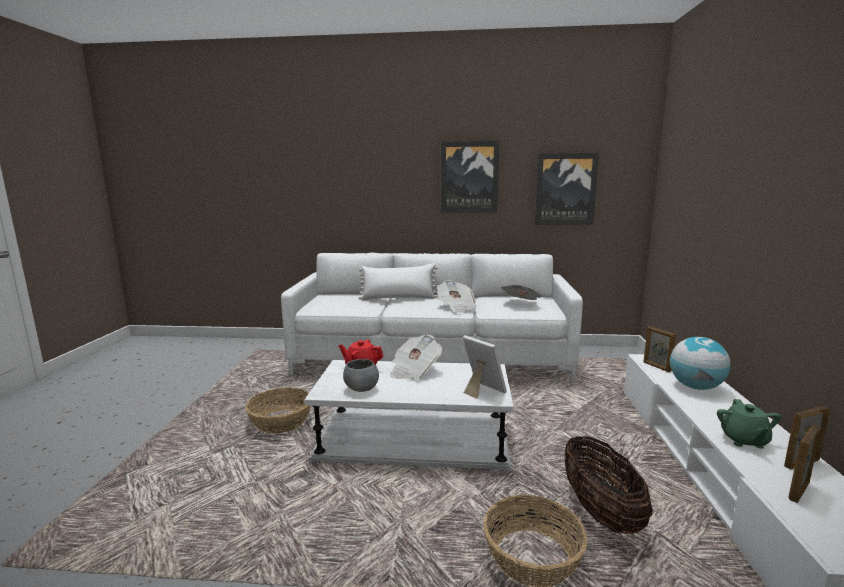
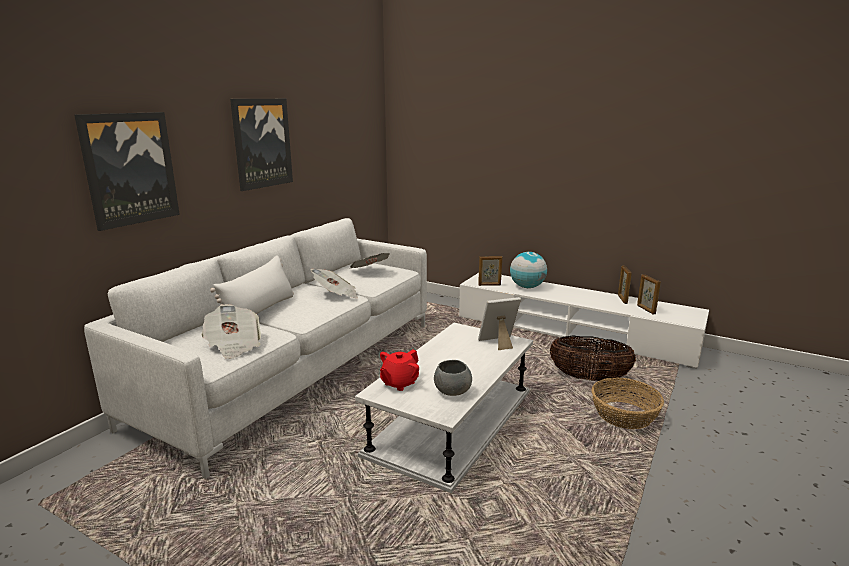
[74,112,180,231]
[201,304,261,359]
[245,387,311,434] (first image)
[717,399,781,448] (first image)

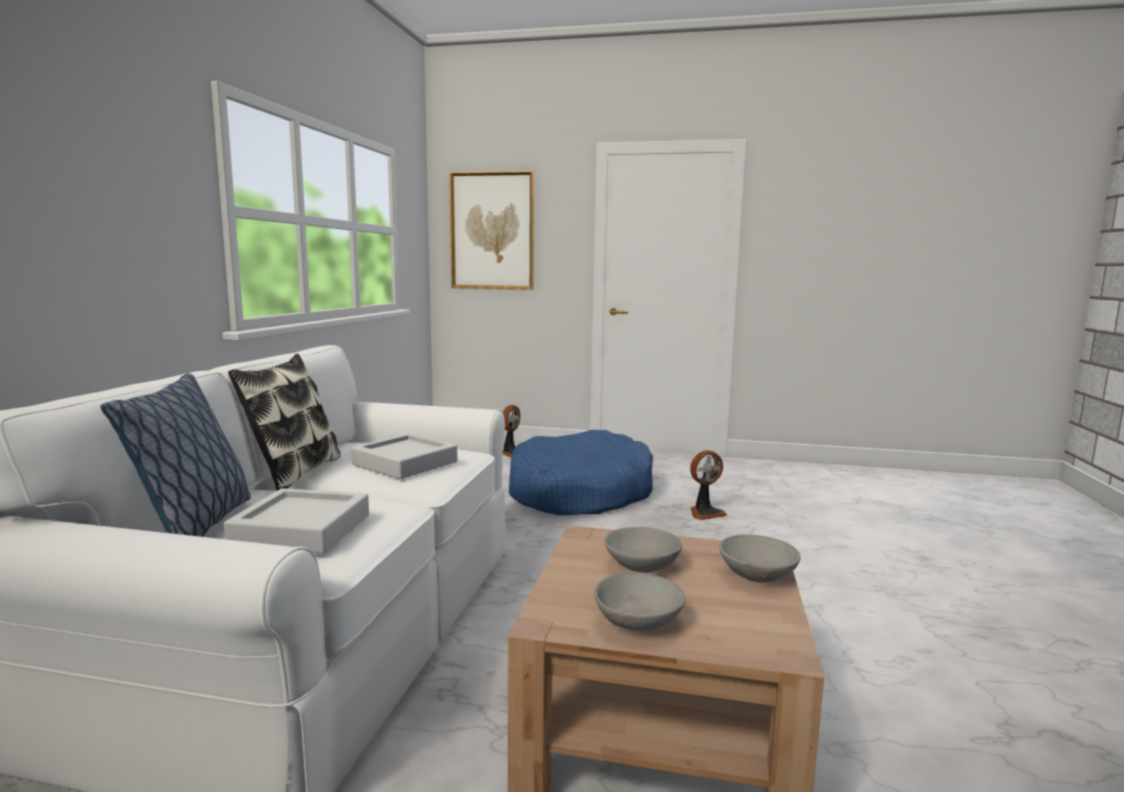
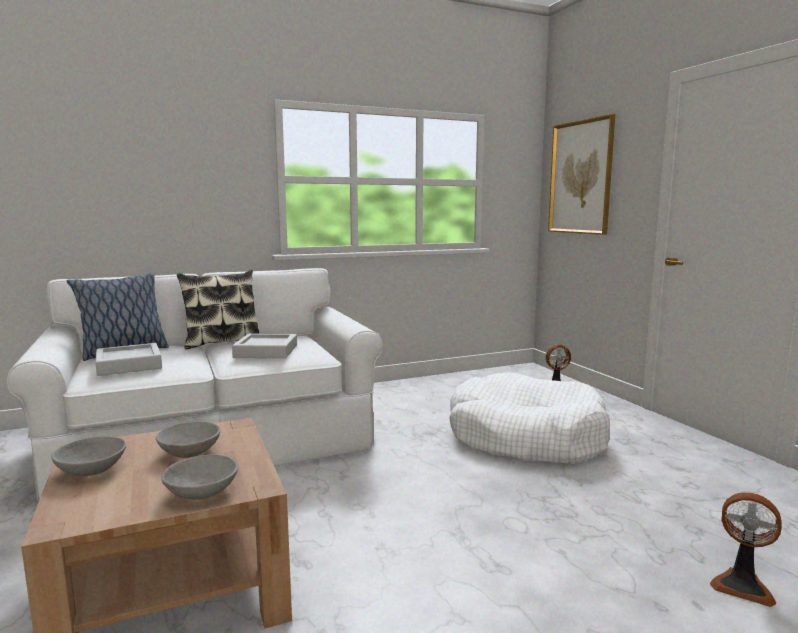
[449,372,610,464]
[710,492,781,607]

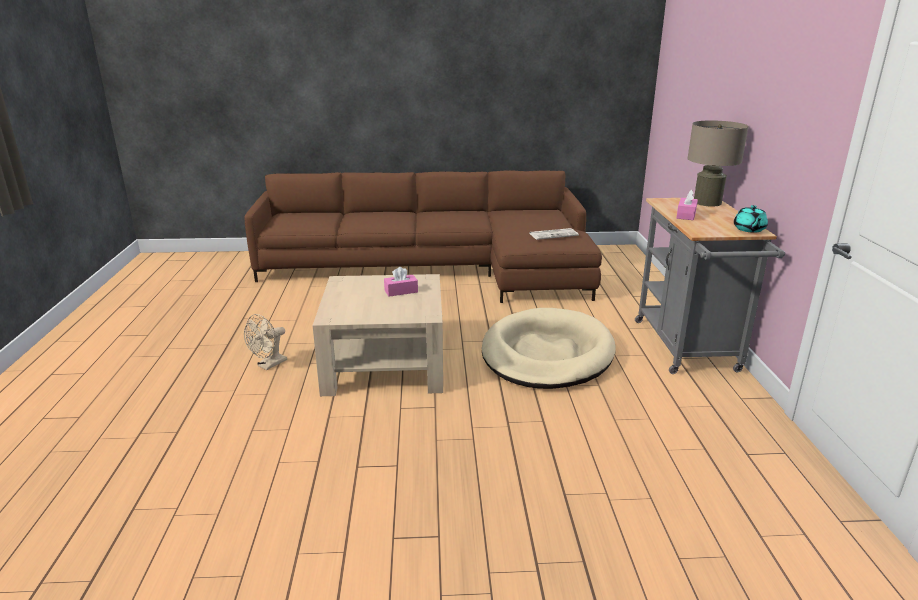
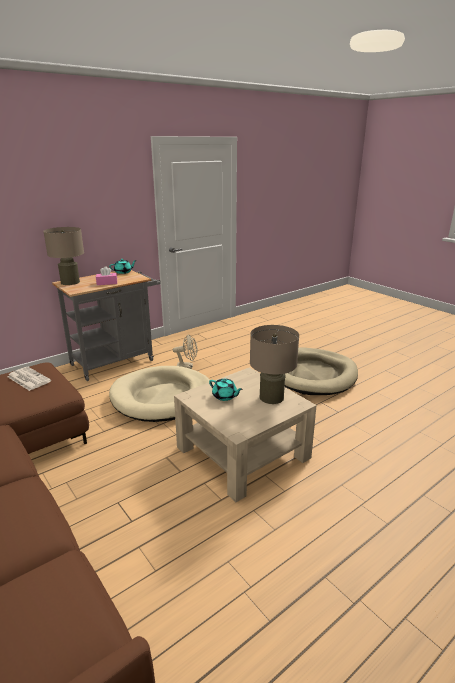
[172,334,197,369]
[209,379,243,401]
[250,325,299,404]
[285,348,358,395]

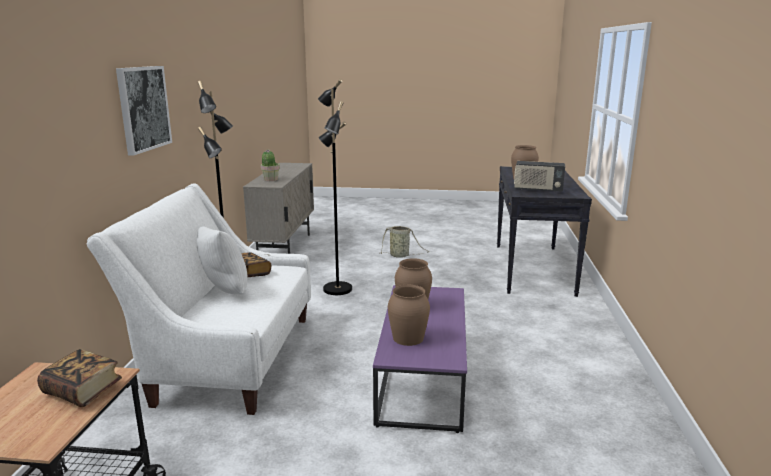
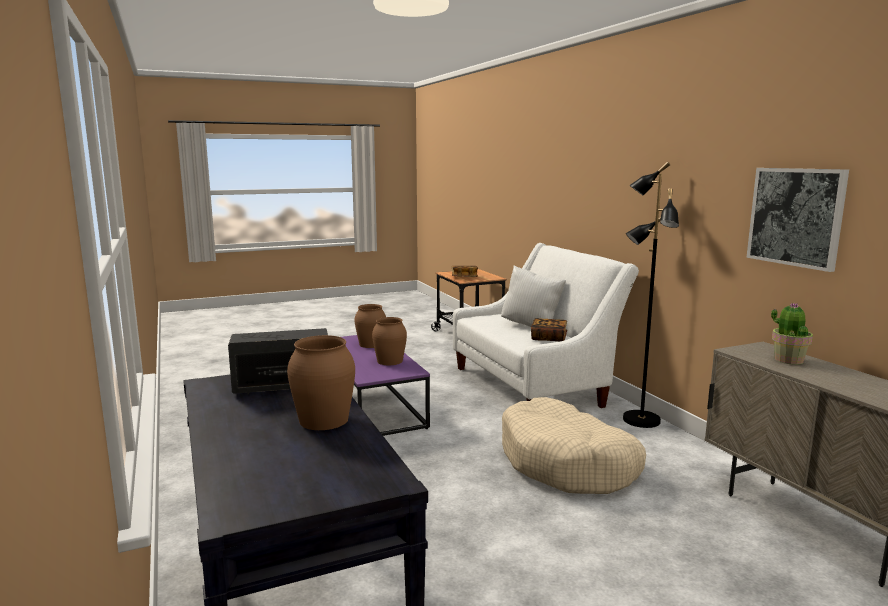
[502,397,646,494]
[746,168,849,272]
[380,226,429,258] (first image)

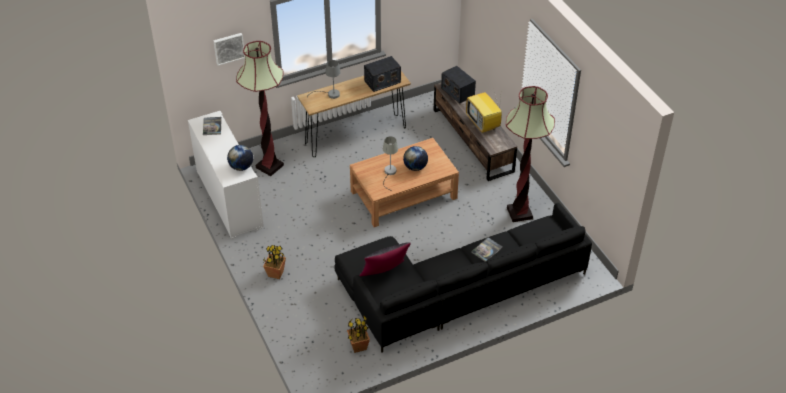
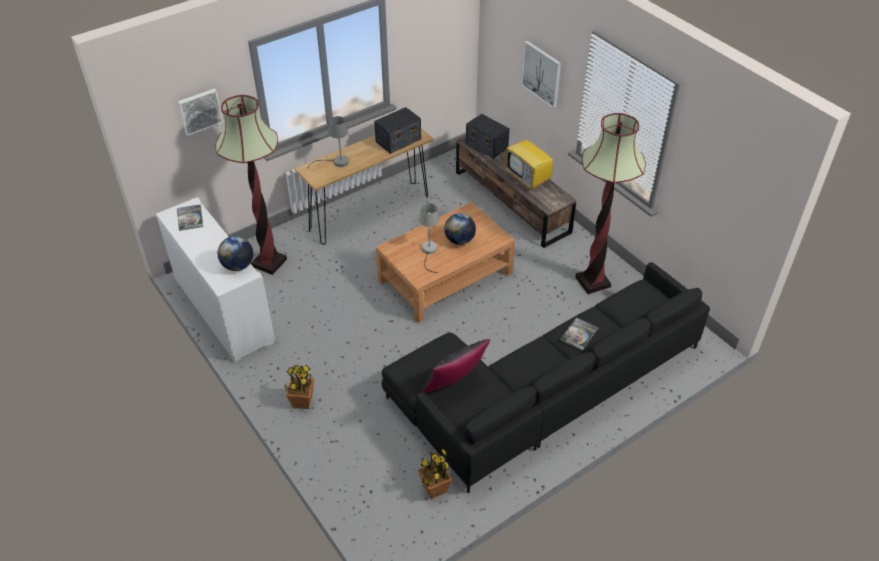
[521,41,561,109]

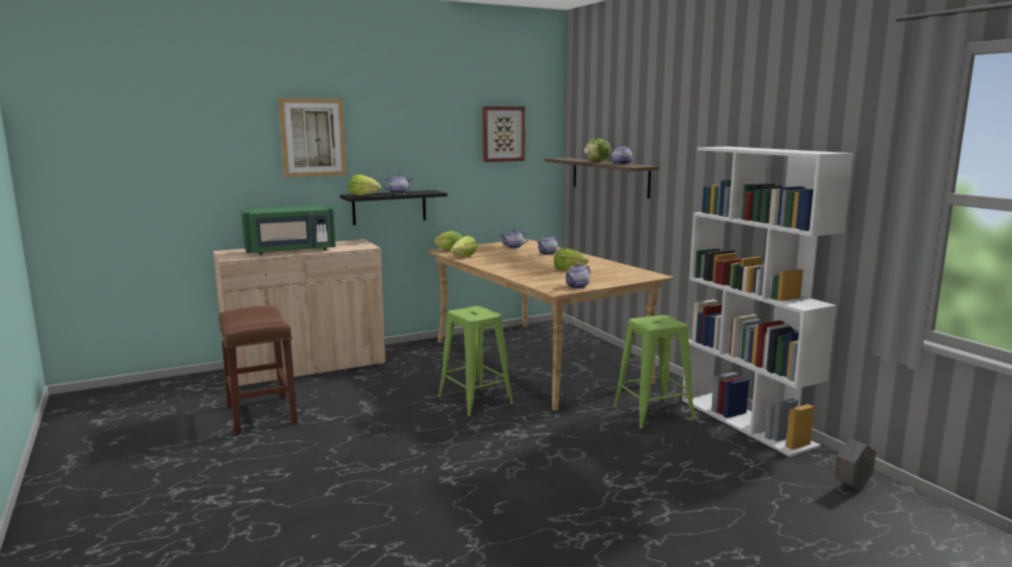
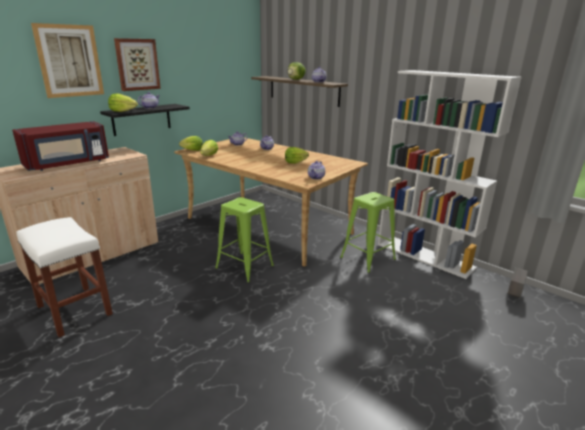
[12,121,109,171]
[16,217,113,337]
[114,38,161,91]

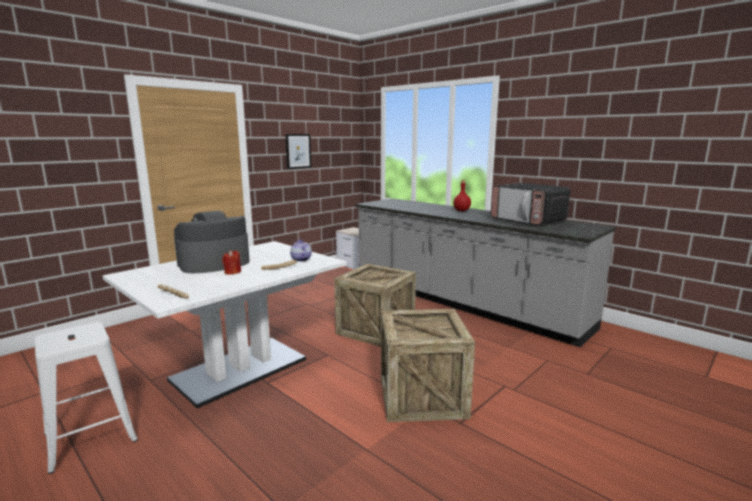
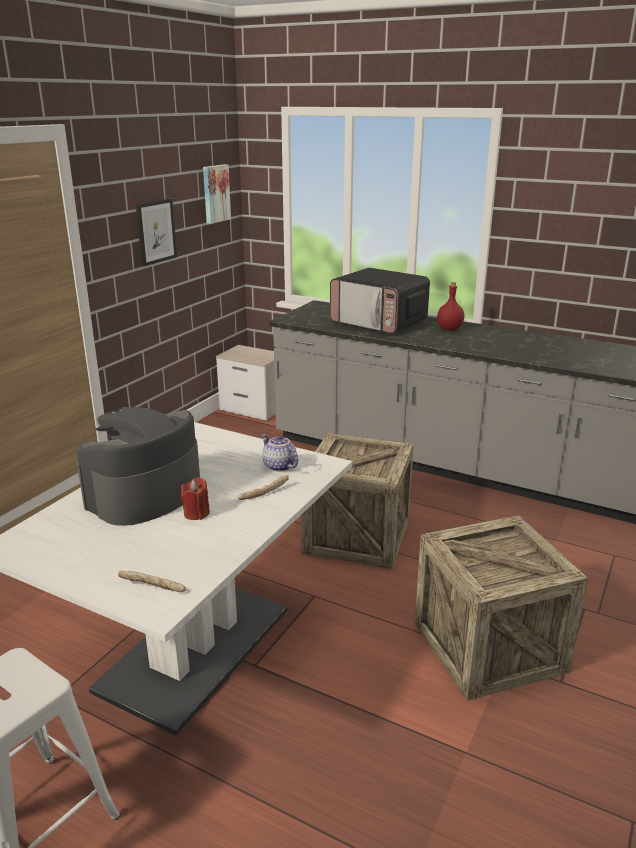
[203,164,231,224]
[330,268,430,334]

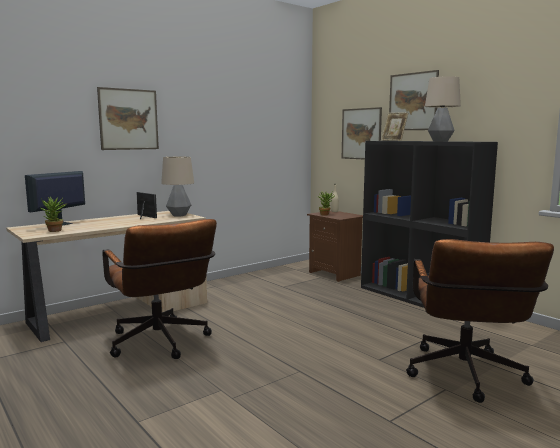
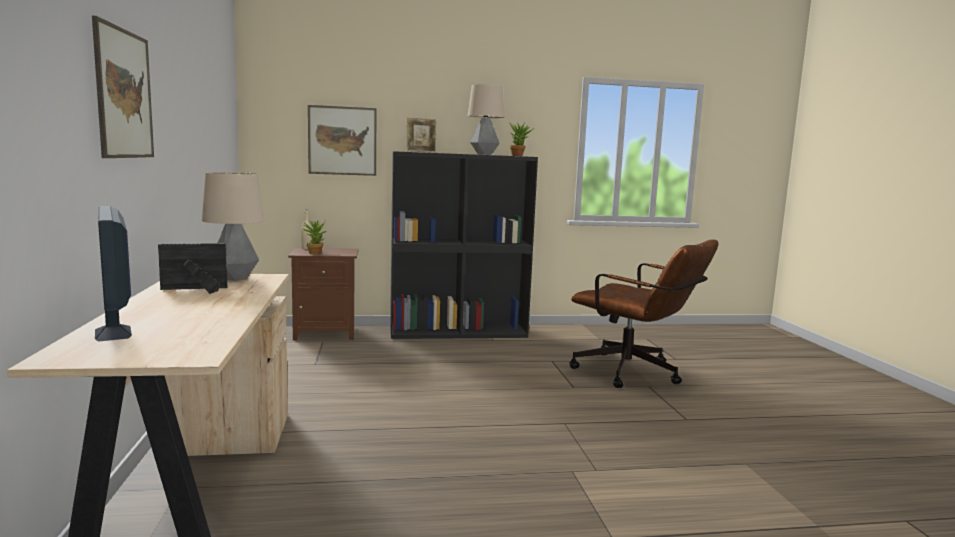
[510,122,535,156]
[102,219,217,359] (first image)
[389,70,439,130] (first image)

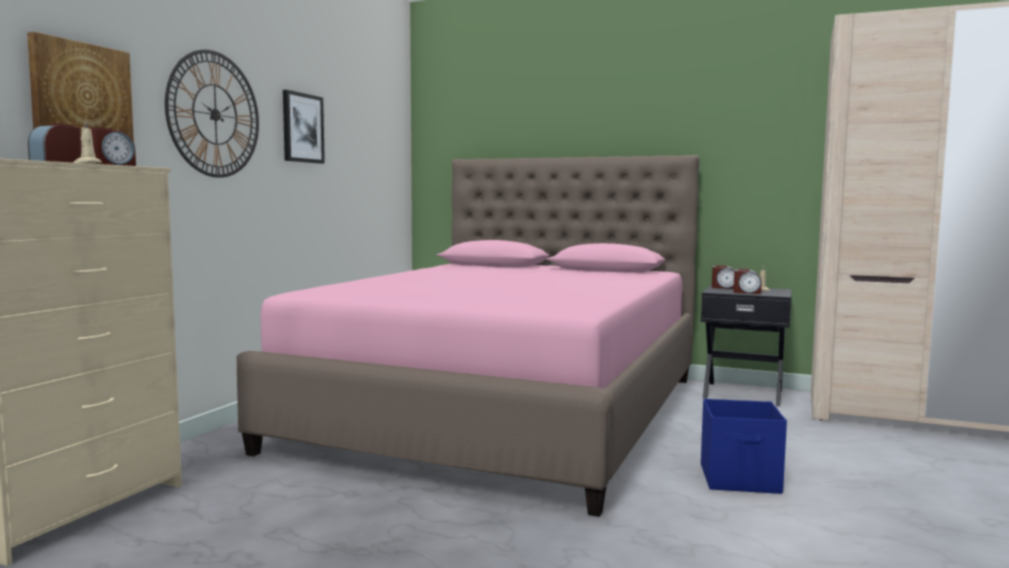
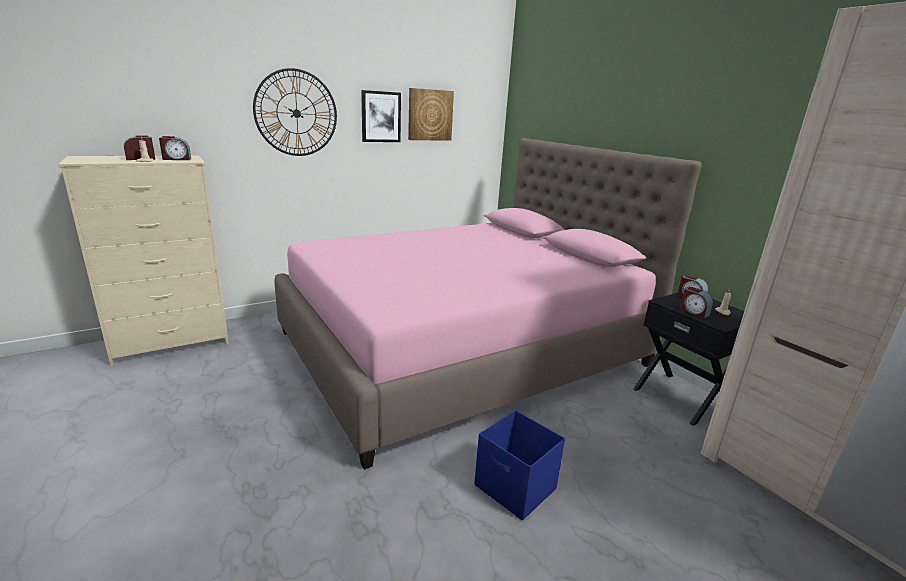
[408,88,454,141]

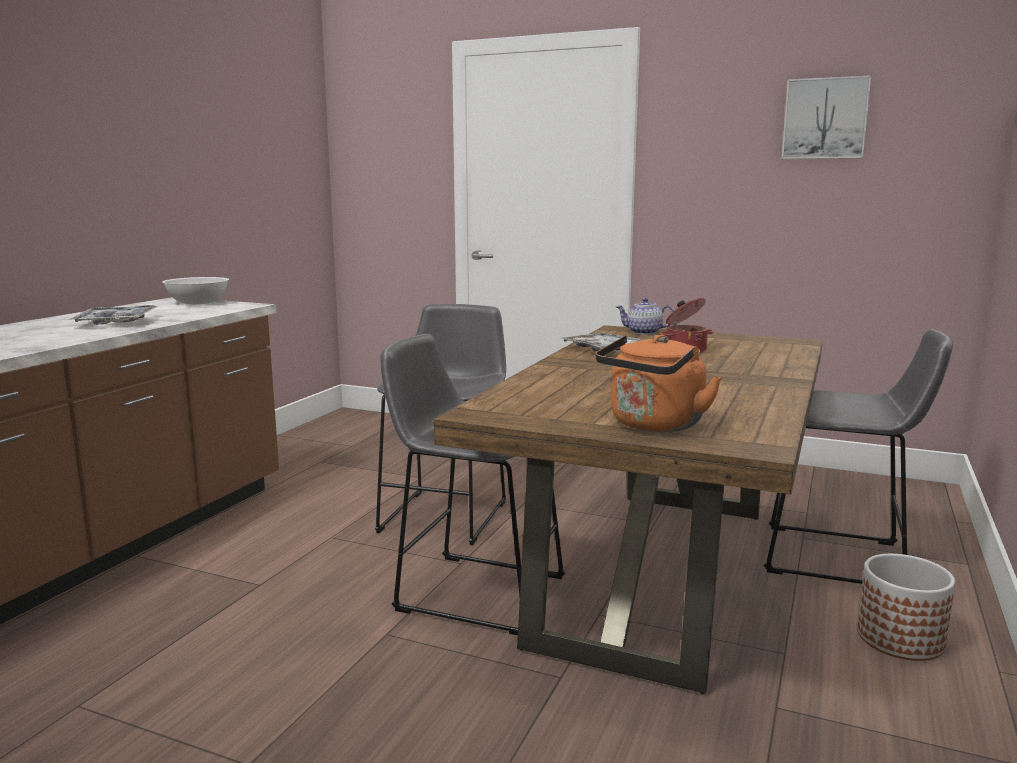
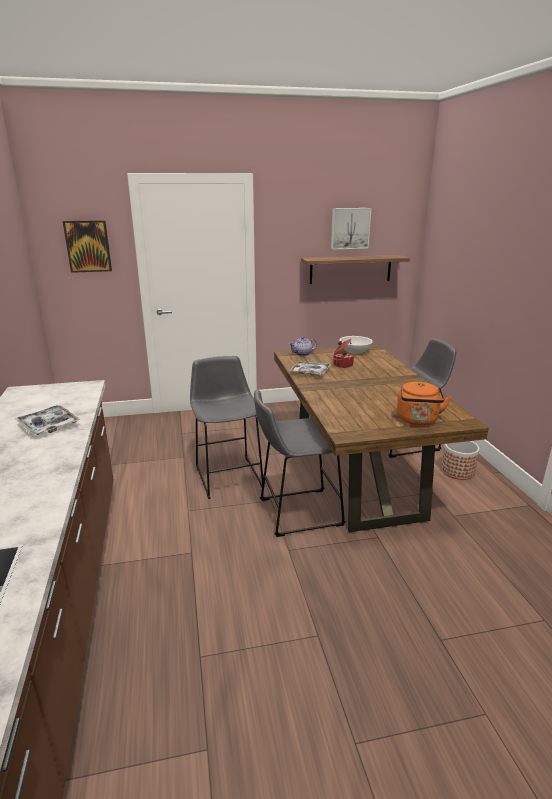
[63,220,112,273]
[301,255,410,284]
[339,336,373,354]

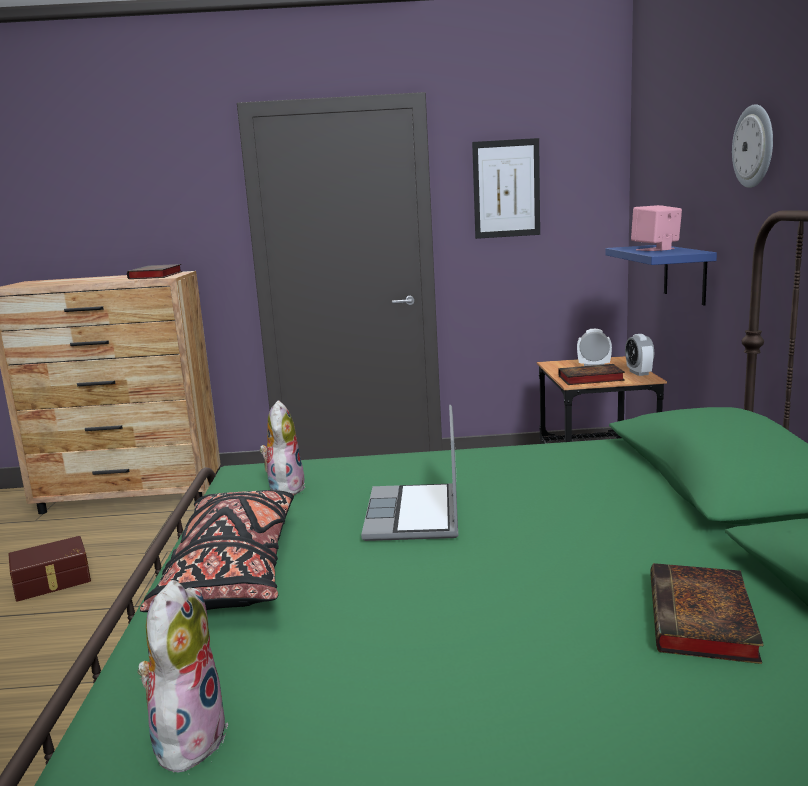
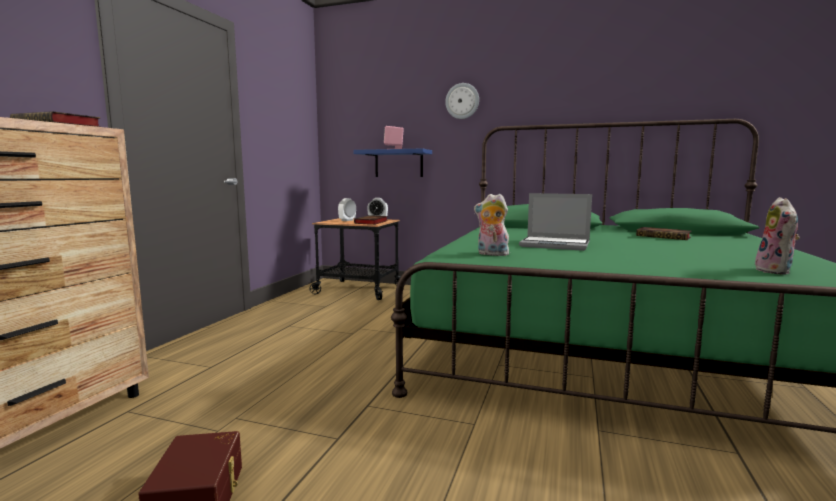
[755,197,800,275]
[140,490,294,612] (first image)
[472,138,540,239] (first image)

